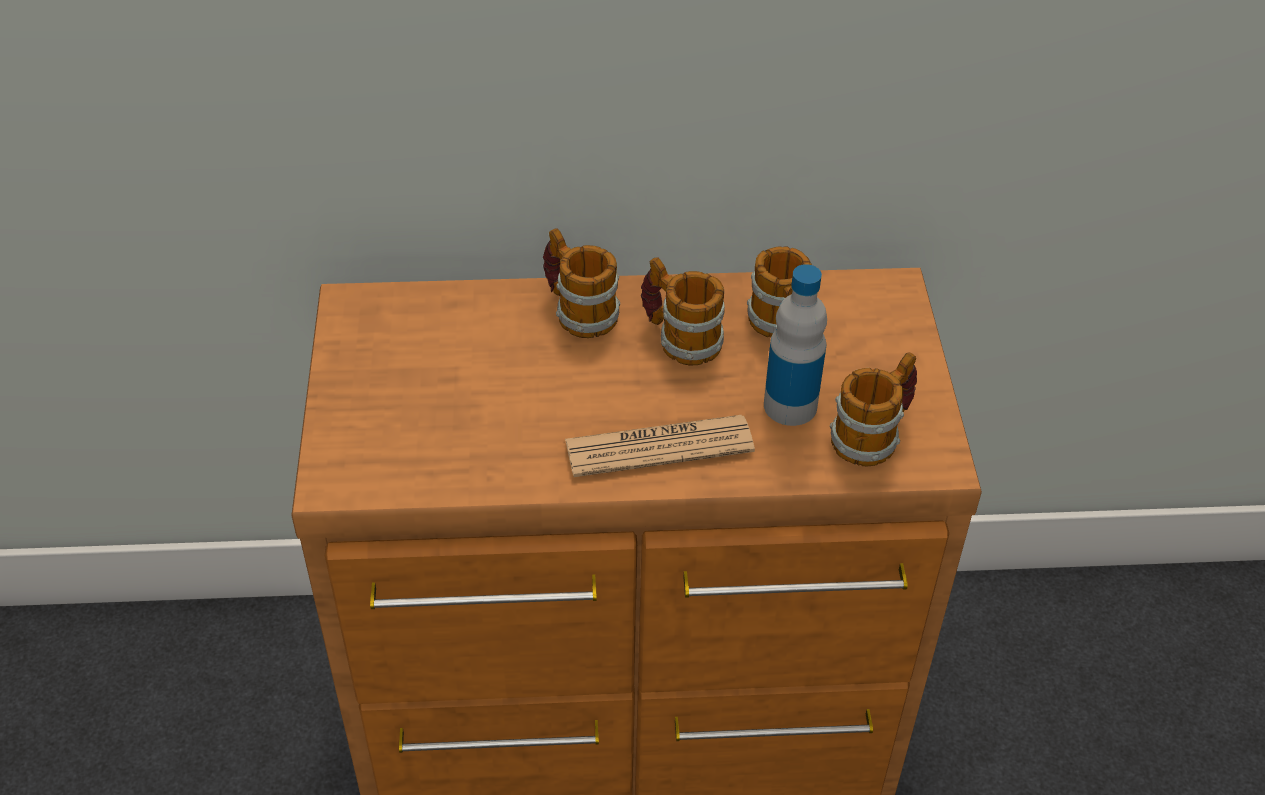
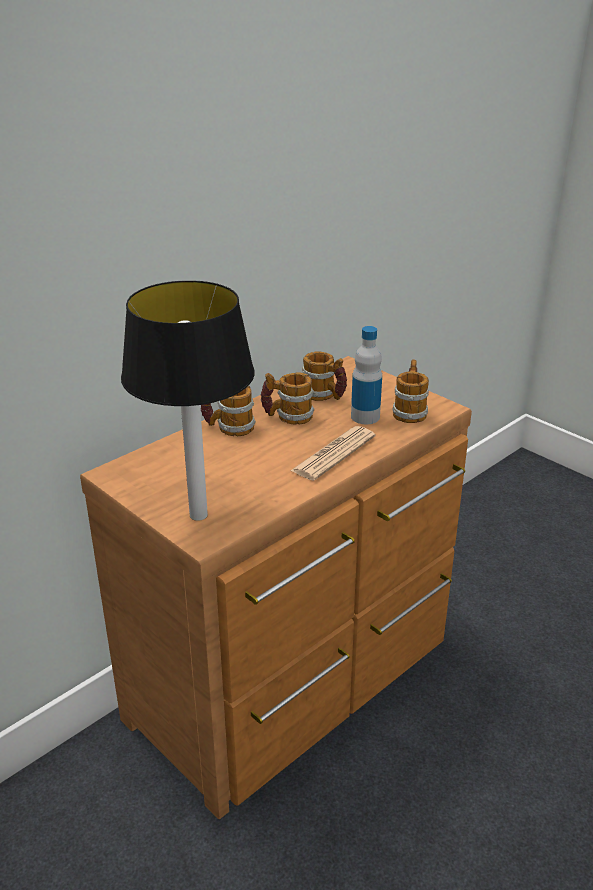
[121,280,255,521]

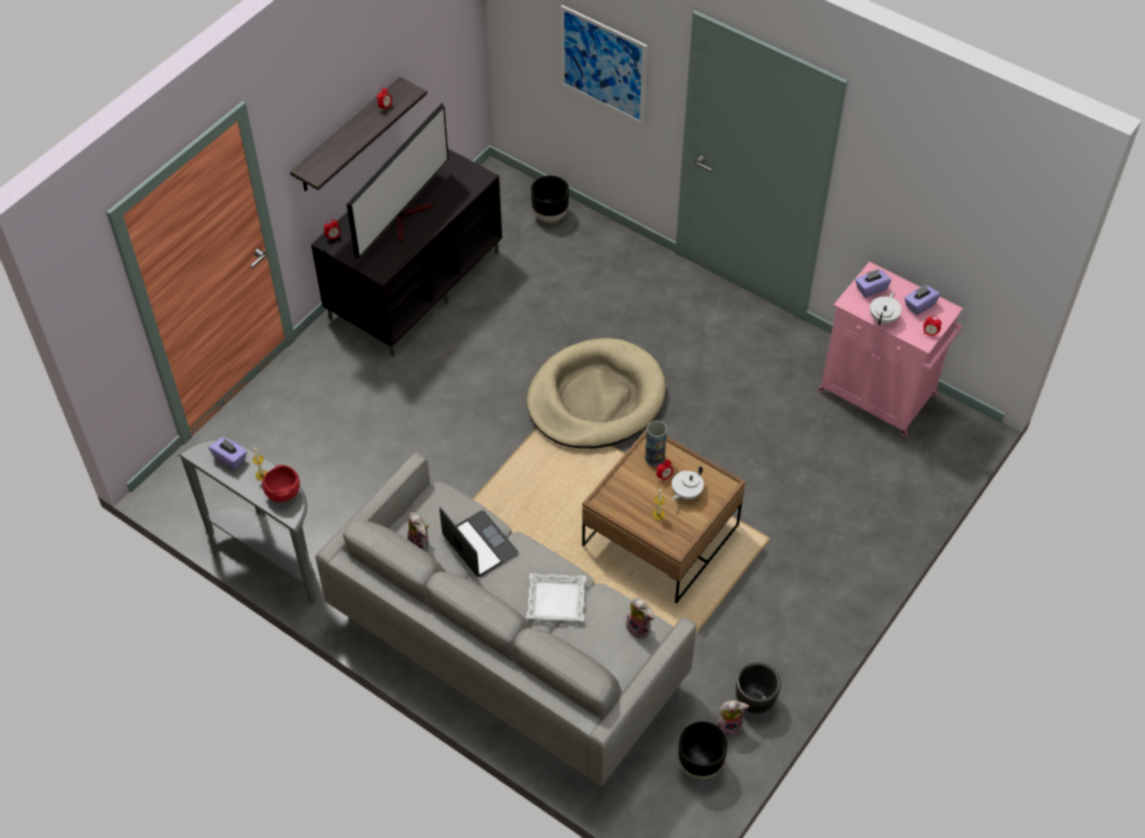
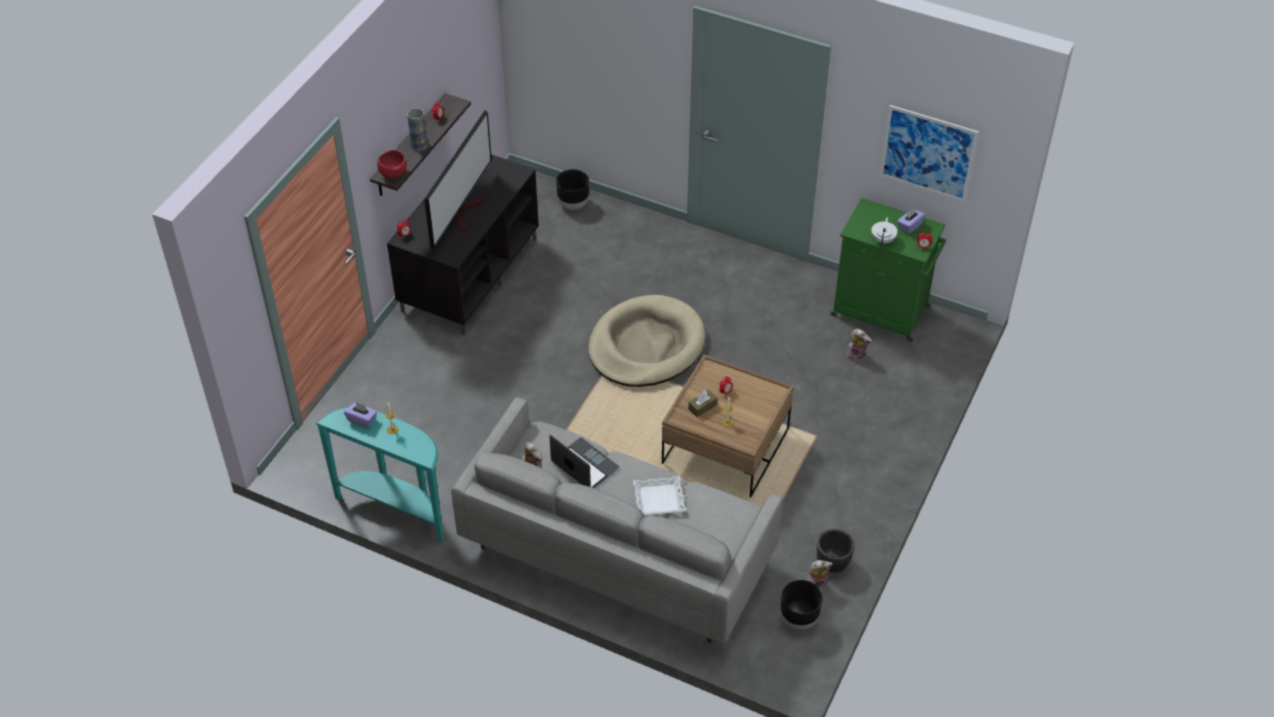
[316,408,444,542]
[377,150,407,179]
[407,108,428,151]
[688,390,717,417]
[831,198,946,342]
[846,329,872,363]
[879,105,979,202]
[671,466,704,500] (first image)
[855,269,891,298] (first image)

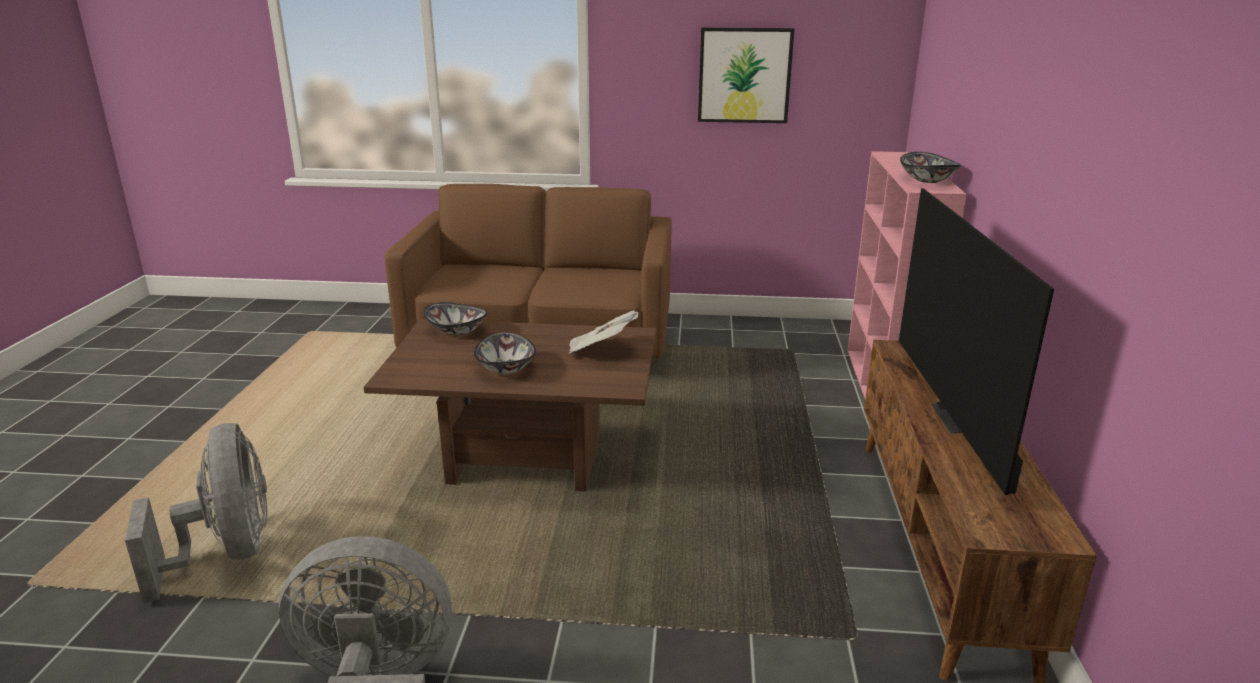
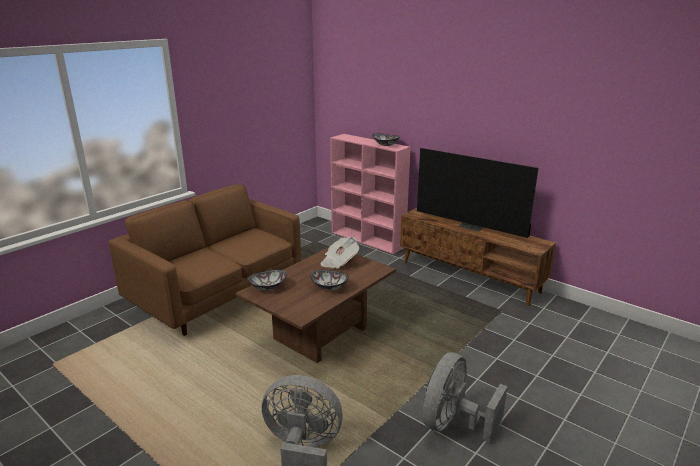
[698,27,794,123] (first image)

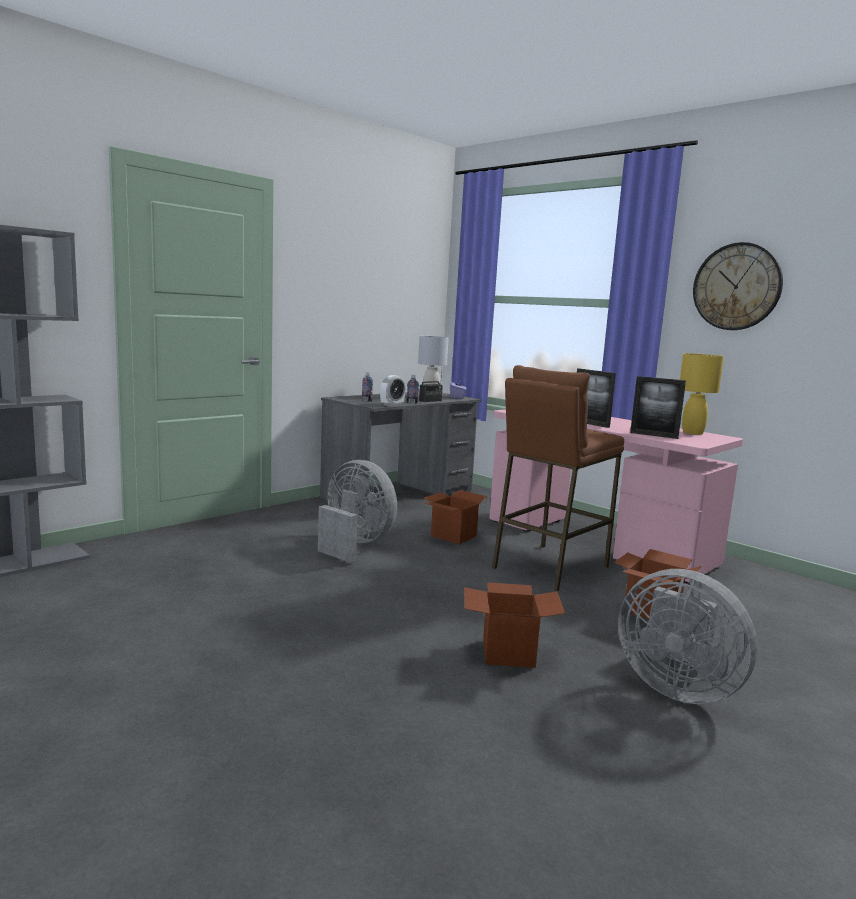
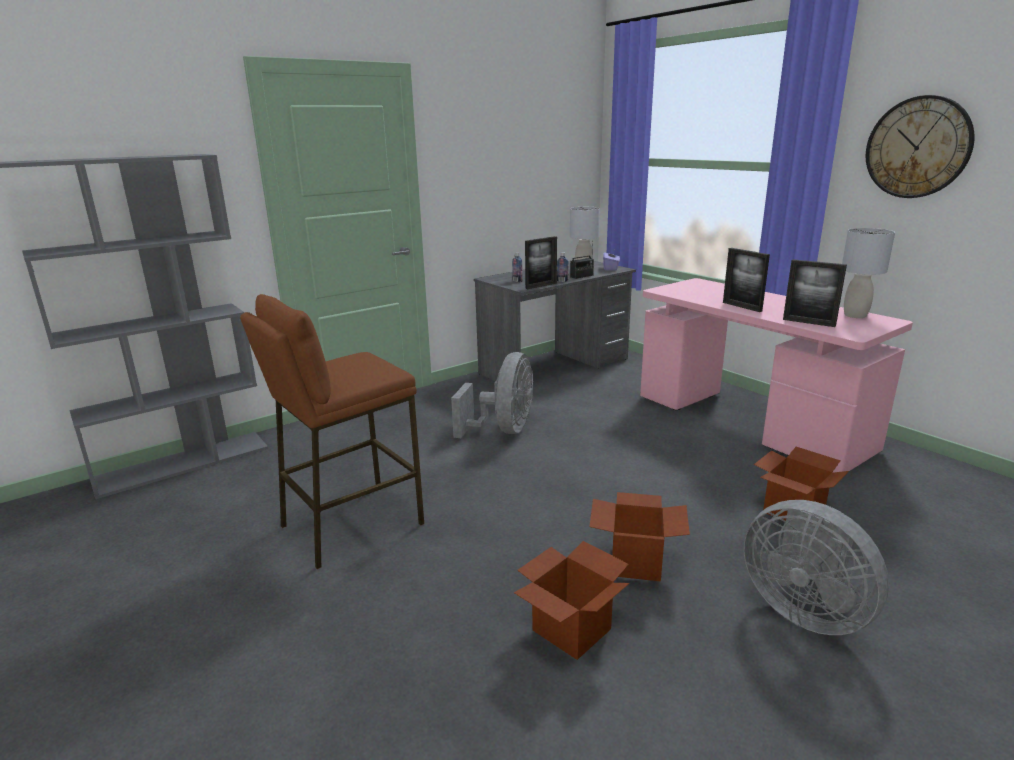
[240,294,424,569]
[451,352,533,438]
[514,541,630,660]
[525,236,557,289]
[842,228,895,318]

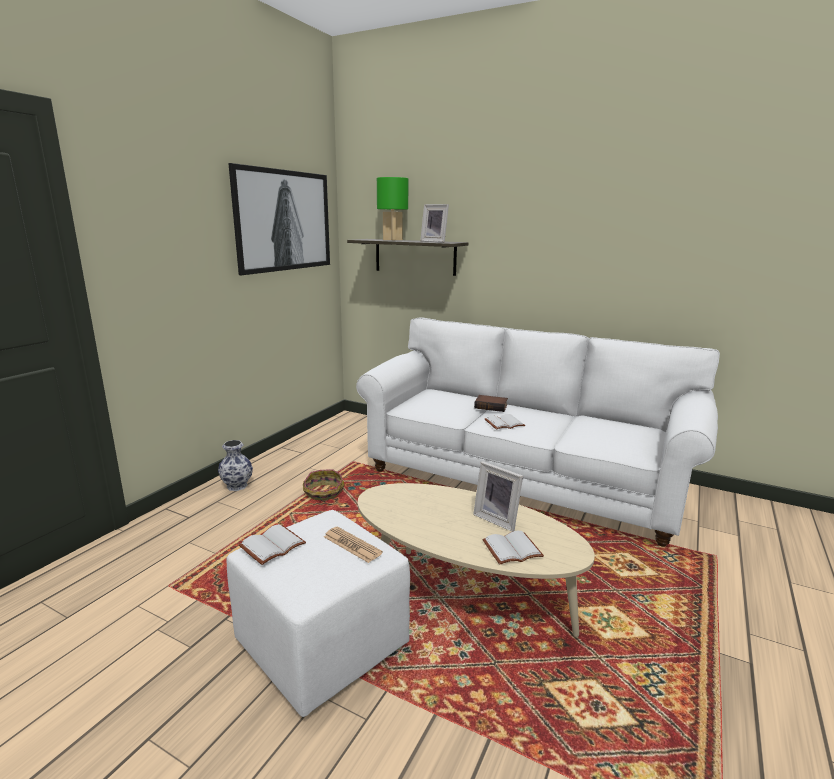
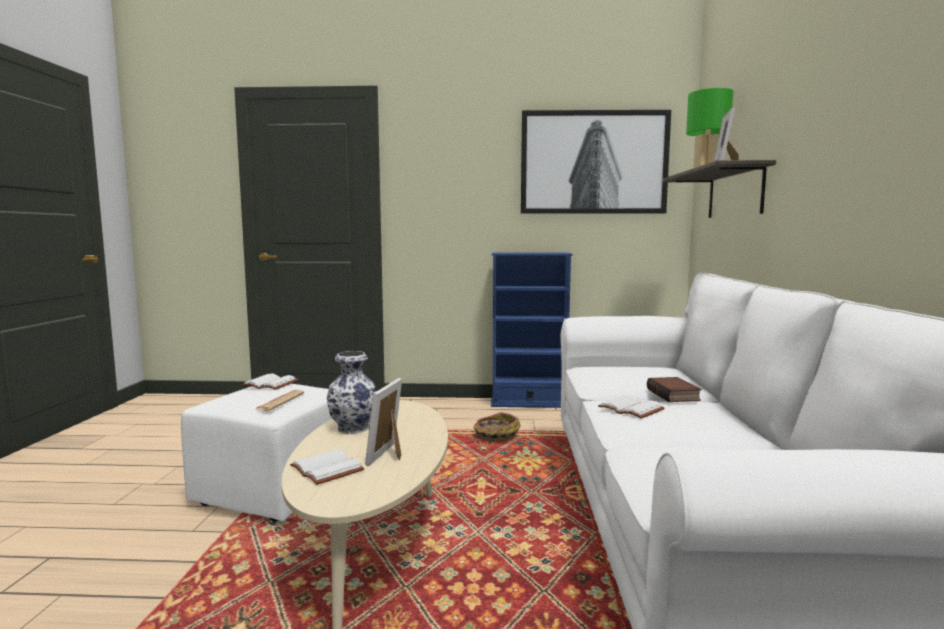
[327,351,377,434]
[491,252,573,408]

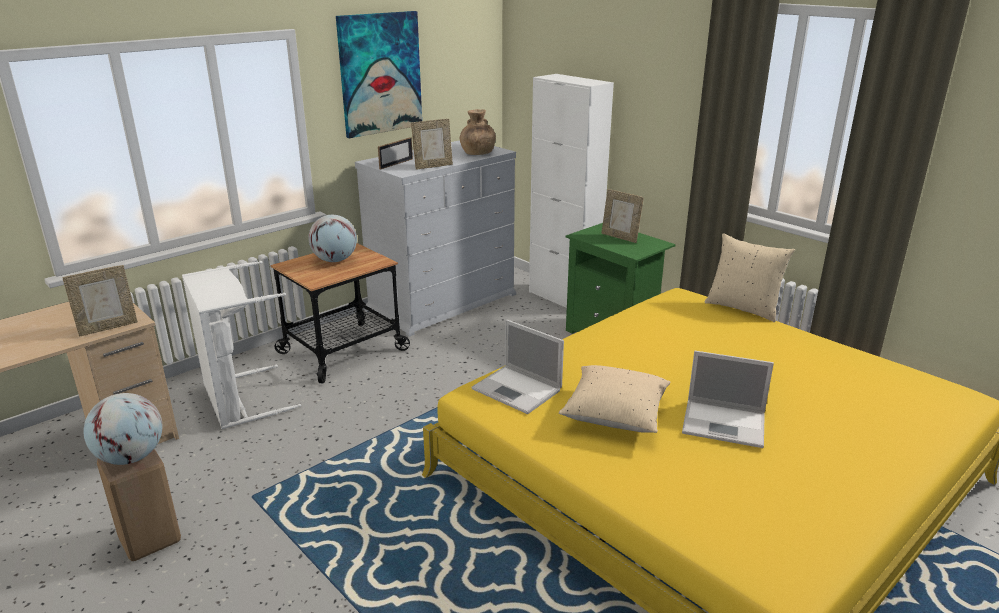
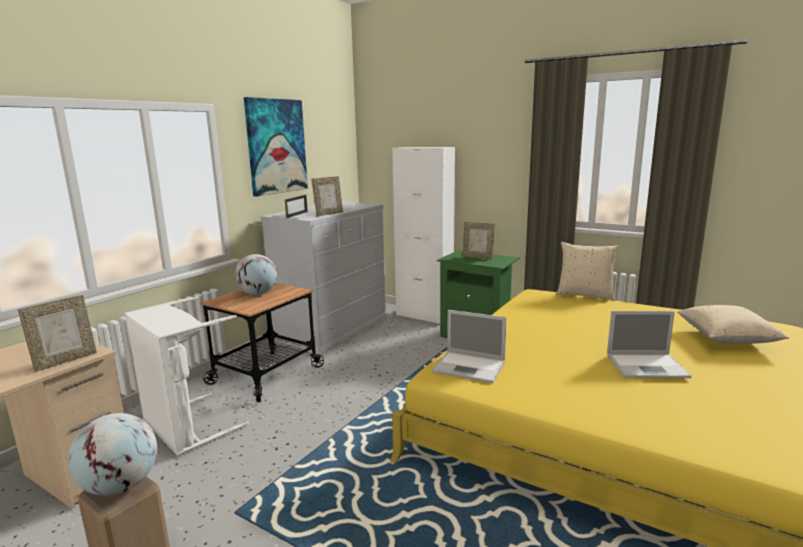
[677,305,789,344]
[460,109,496,155] (first image)

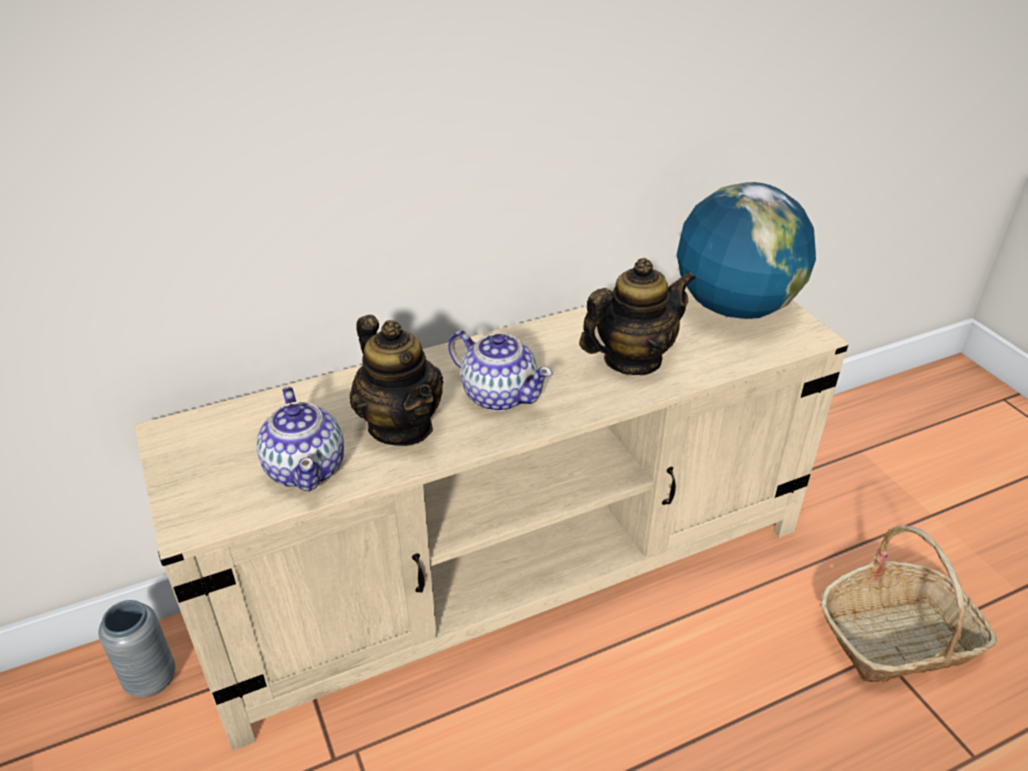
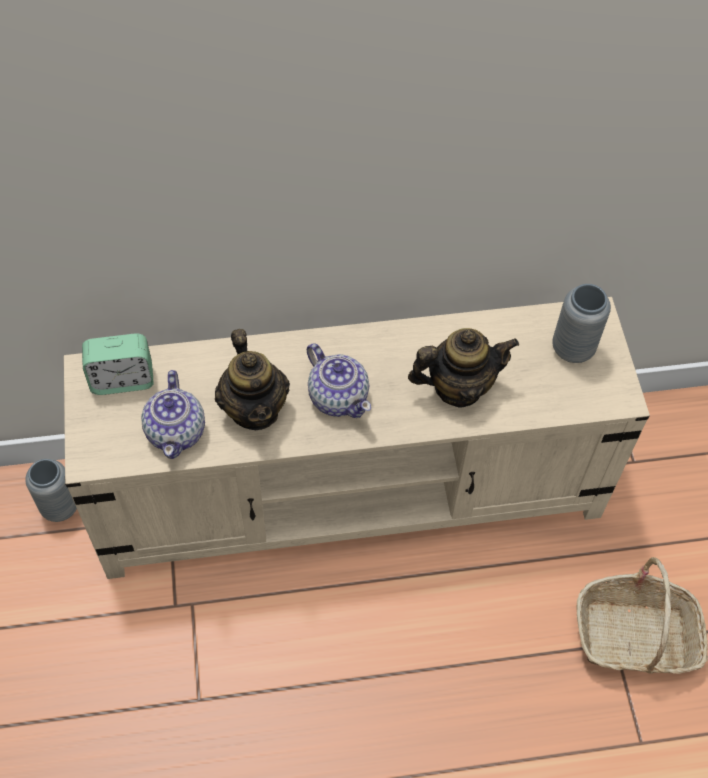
[82,333,154,395]
[552,284,611,363]

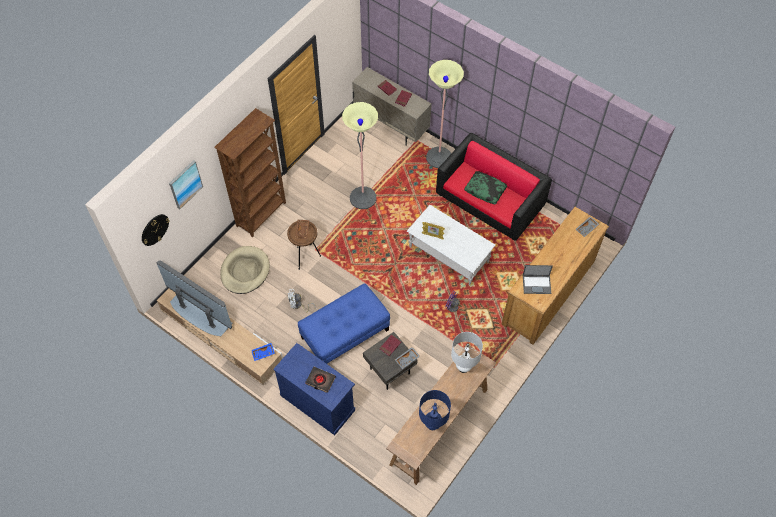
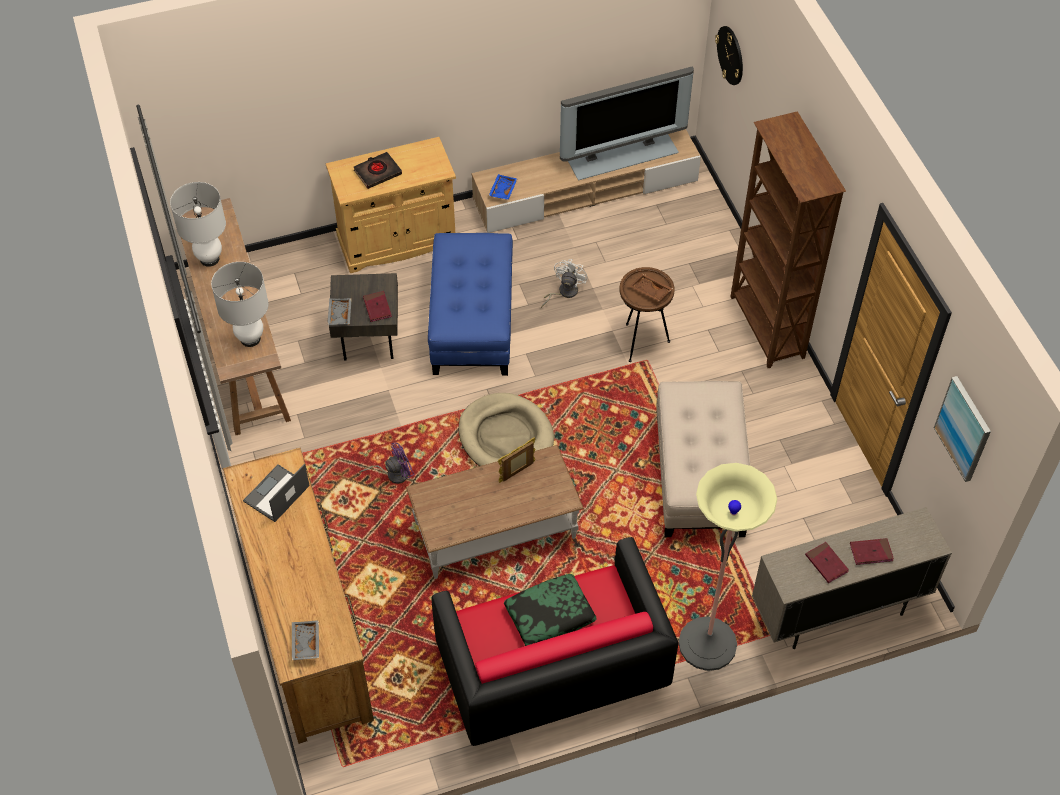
[170,182,226,267]
[326,137,456,273]
[406,445,584,579]
[459,393,554,466]
[657,381,750,537]
[934,376,991,482]

